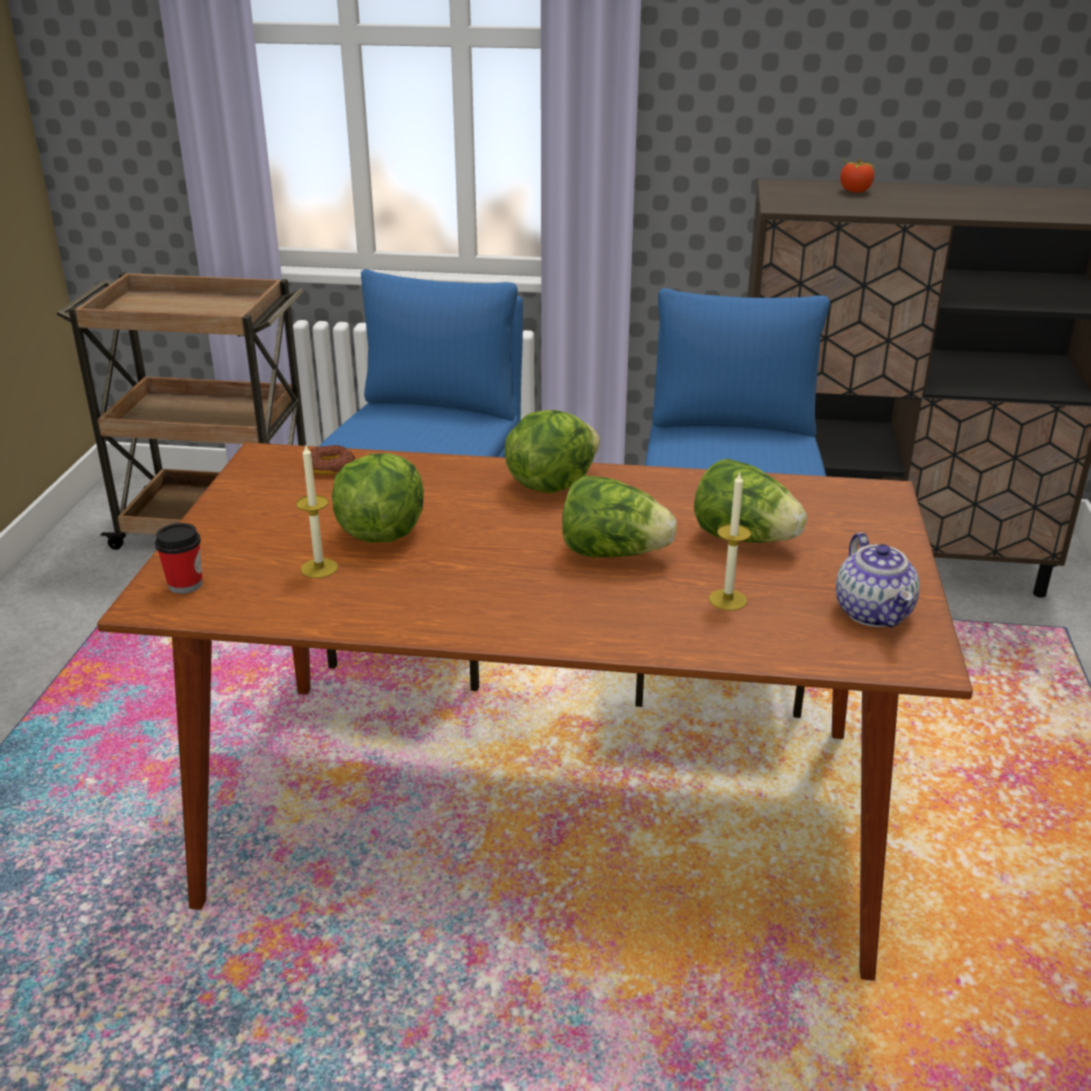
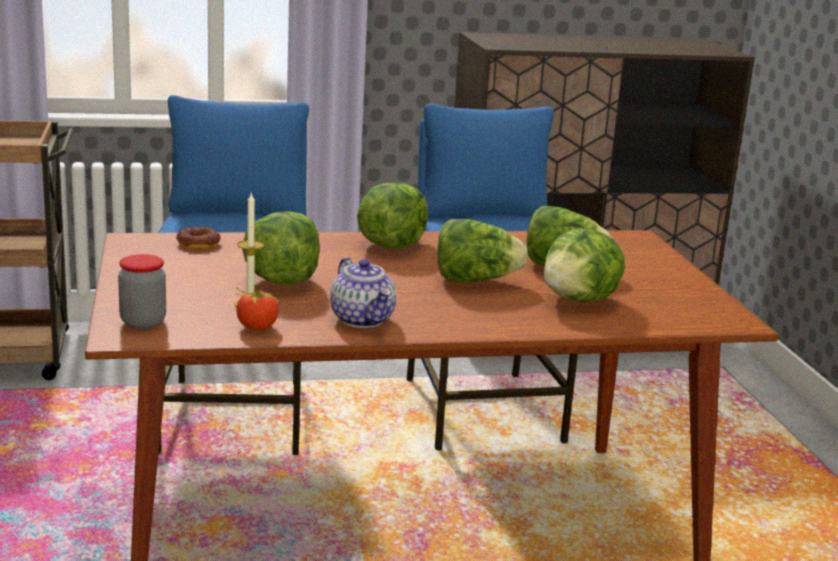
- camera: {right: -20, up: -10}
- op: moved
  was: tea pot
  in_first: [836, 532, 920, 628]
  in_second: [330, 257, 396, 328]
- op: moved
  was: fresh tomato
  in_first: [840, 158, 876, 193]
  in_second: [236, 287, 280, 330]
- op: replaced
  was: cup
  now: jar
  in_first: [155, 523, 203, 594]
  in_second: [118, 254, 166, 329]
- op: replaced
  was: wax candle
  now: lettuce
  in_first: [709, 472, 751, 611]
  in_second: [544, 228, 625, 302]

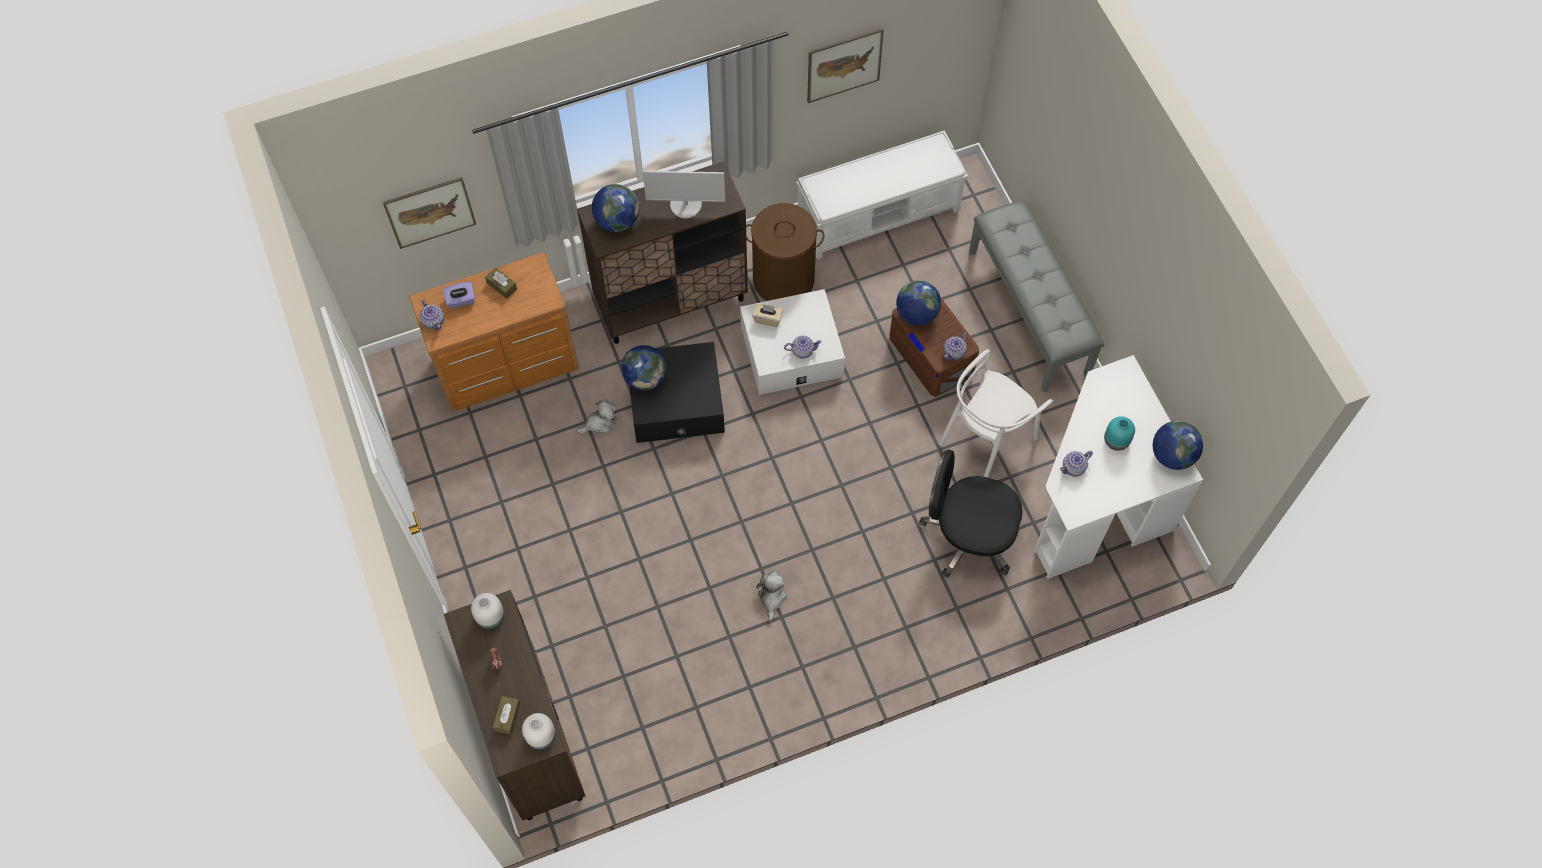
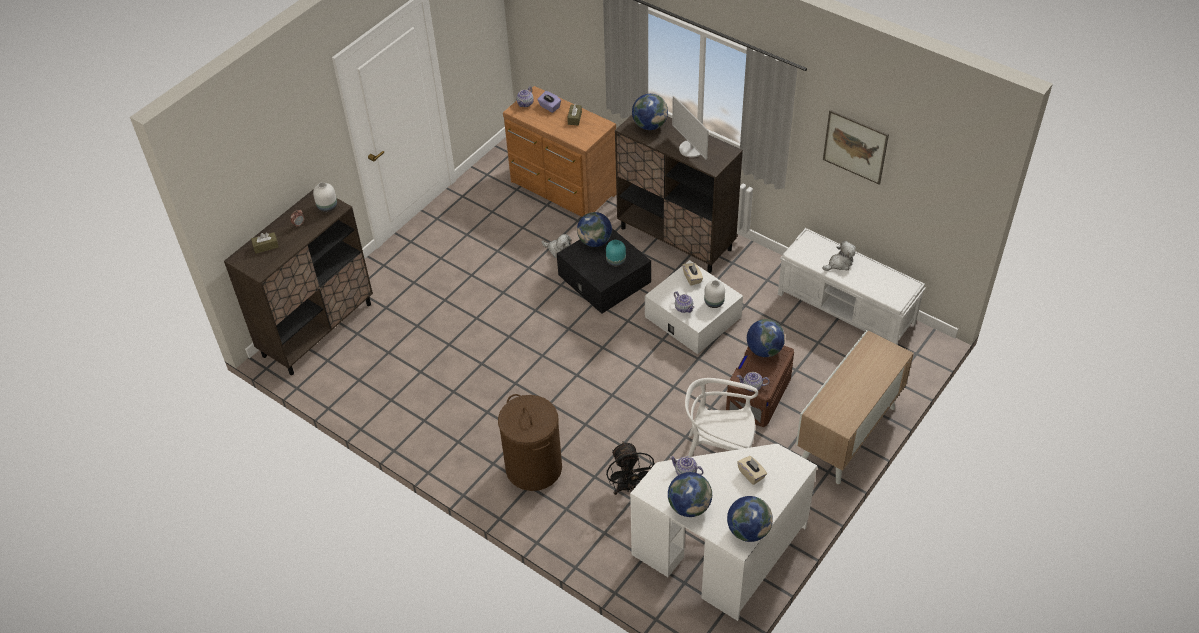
- camera: {right: 60, up: -15}
- op: removed
  was: wall art
  in_first: [383, 177, 476, 249]
- op: added
  now: globe
  in_second: [668, 472, 712, 517]
- op: added
  now: beige-coloured tissue box
  in_second: [737, 456, 767, 485]
- op: moved
  was: white flower vase
  in_first: [522, 713, 555, 749]
  in_second: [704, 280, 725, 308]
- op: moved
  was: brown-coloured laundry basket
  in_first: [746, 203, 825, 301]
  in_second: [498, 394, 562, 491]
- op: moved
  was: plush toy
  in_first: [756, 572, 787, 622]
  in_second: [822, 241, 856, 271]
- op: moved
  was: turquoise flower vase
  in_first: [1104, 416, 1135, 451]
  in_second: [606, 240, 626, 267]
- op: replaced
  was: blackish office chair
  now: blackish cooling fan
  in_first: [919, 450, 1023, 578]
  in_second: [606, 441, 655, 495]
- op: replaced
  was: greyish indoor bench
  now: cabinet
  in_first: [969, 201, 1104, 392]
  in_second: [796, 330, 914, 484]

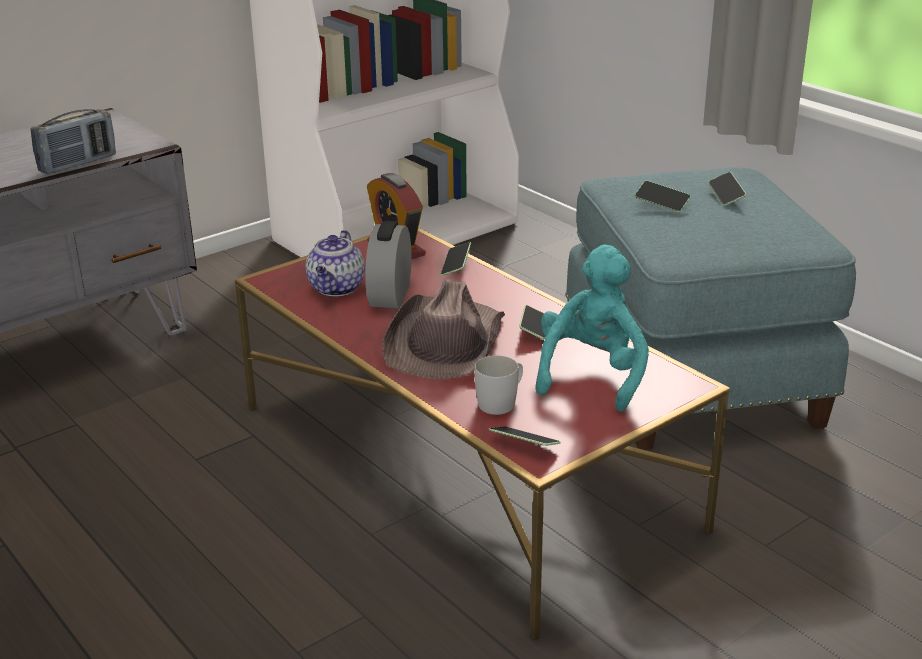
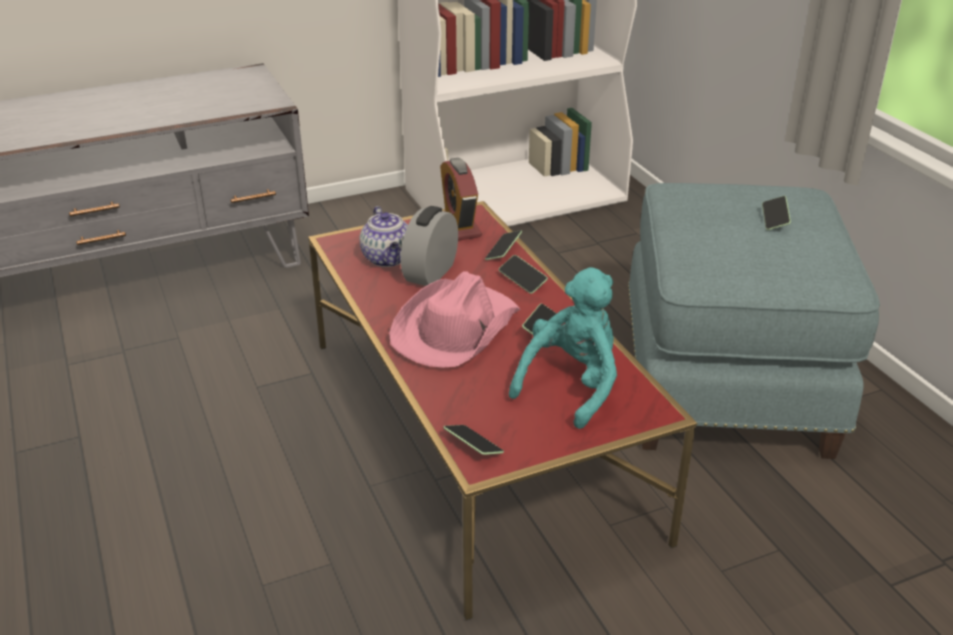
- camera: {right: 15, up: 5}
- op: removed
  was: radio receiver
  in_first: [31, 109, 116, 174]
- op: removed
  was: white tea mug
  in_first: [475, 355, 523, 415]
- op: moved
  was: handset
  in_first: [634, 181, 691, 212]
  in_second: [499, 255, 548, 294]
- op: recoloured
  was: brown-coloured wearable hat
  now: pinkish wearable hat
  in_first: [382, 279, 505, 379]
  in_second: [389, 272, 521, 368]
- op: turned
  was: tea pot
  in_first: [306, 230, 365, 296]
  in_second: [360, 206, 408, 267]
  clockwise: -45

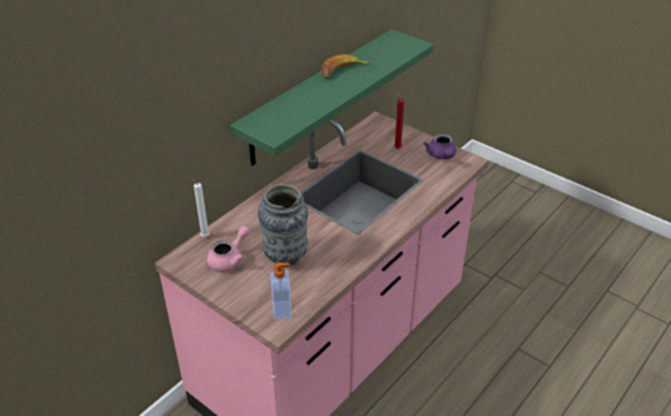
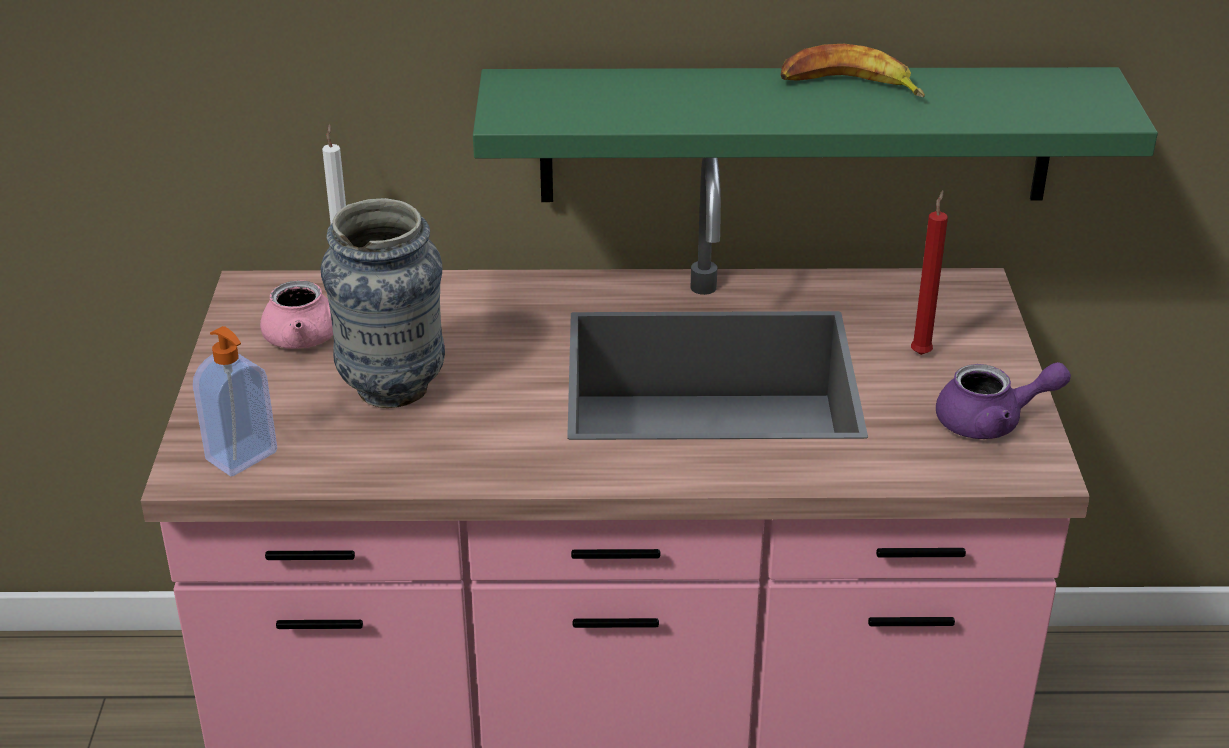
- camera: {right: 50, up: -5}
- op: turned
  was: purple tea pot
  in_first: [423, 134, 456, 159]
  in_second: [936, 362, 1071, 439]
  clockwise: -135

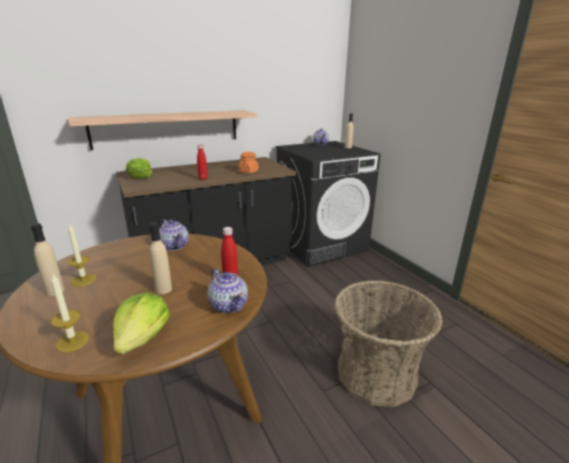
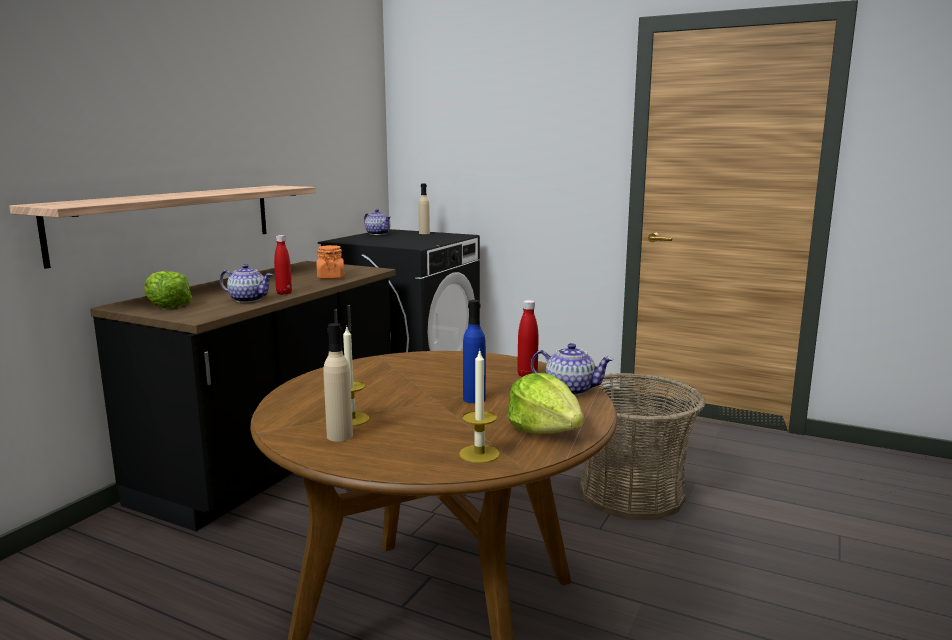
- camera: {right: -35, up: -10}
- op: moved
  was: tea pot
  in_first: [159, 219, 189, 251]
  in_second: [220, 264, 273, 303]
- op: recoloured
  was: beige-coloured drink bottle
  now: blue-coloured drink bottle
  in_first: [149, 222, 172, 294]
  in_second: [463, 300, 486, 403]

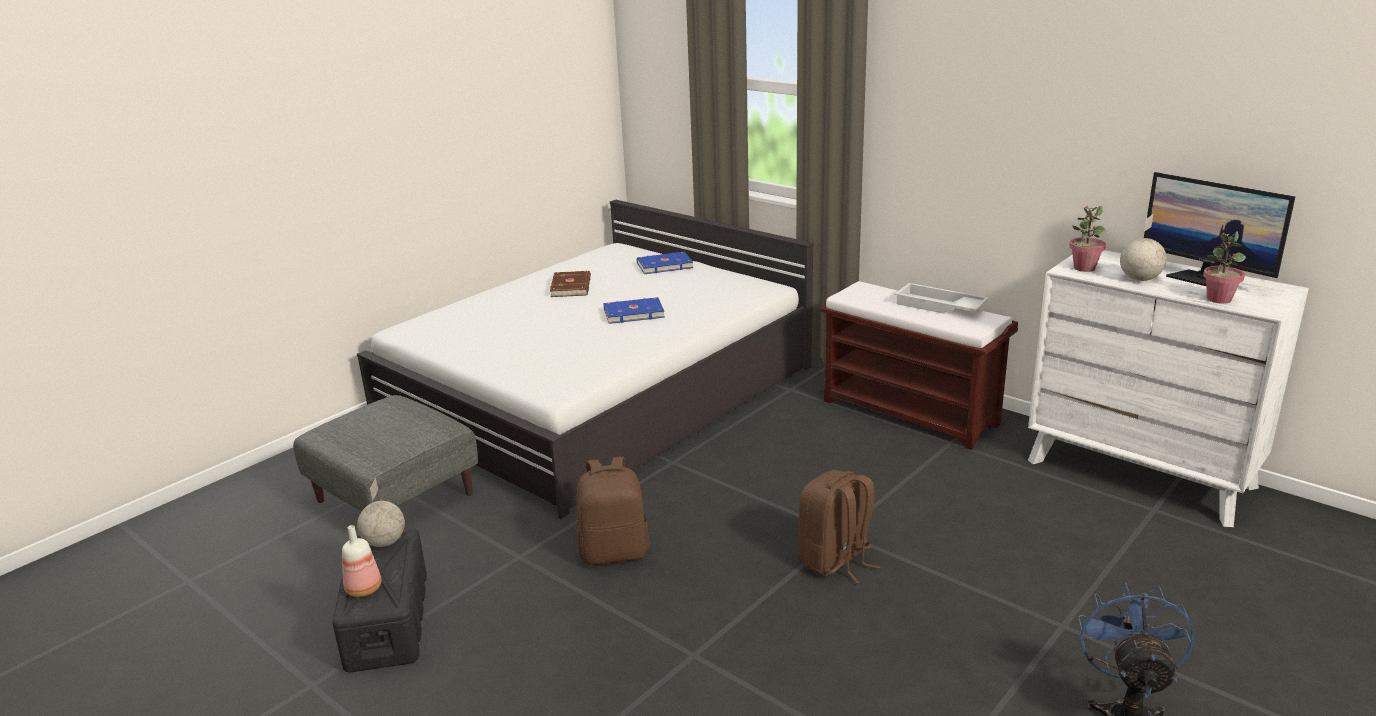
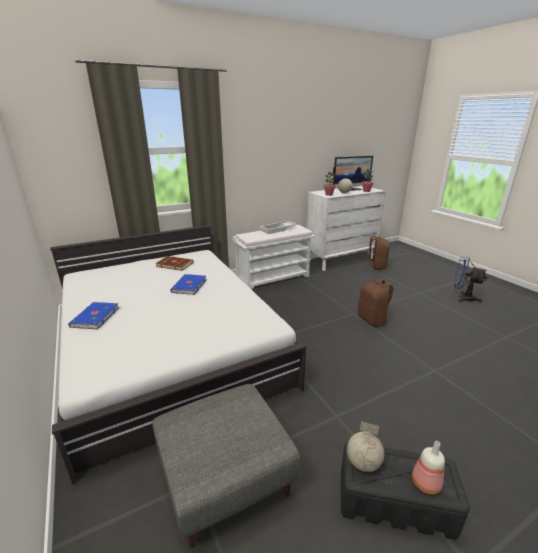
- camera: {right: -70, up: 0}
- op: moved
  was: brown-coloured volume
  in_first: [550, 271, 591, 297]
  in_second: [156, 256, 194, 271]
- op: moved
  was: brown-coloured knapsack
  in_first: [577, 457, 650, 565]
  in_second: [364, 236, 390, 270]
- op: moved
  was: blue-coloured volume
  in_first: [637, 252, 693, 274]
  in_second: [68, 302, 119, 329]
- op: recoloured
  was: brown-coloured indoor bench
  now: white indoor bench
  in_first: [820, 281, 1018, 450]
  in_second: [232, 225, 314, 290]

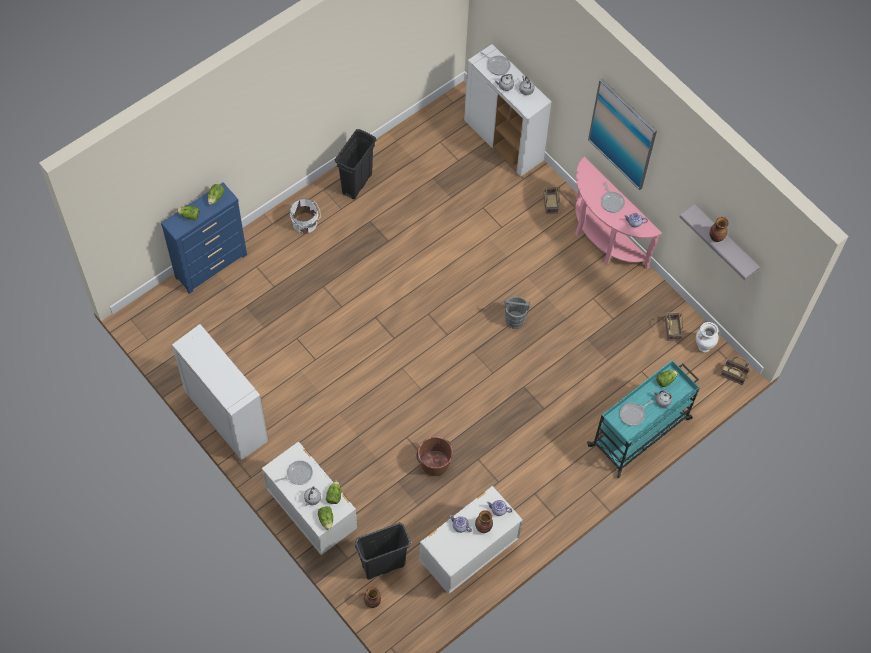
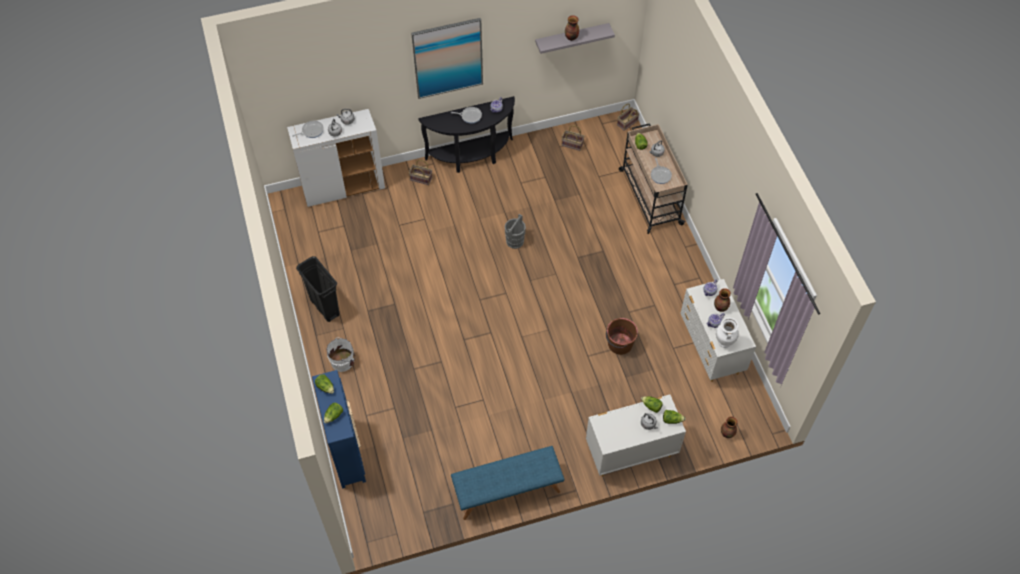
- camera: {right: -65, up: -5}
- op: removed
  was: pan
  in_first: [275, 461, 313, 485]
- op: removed
  was: blackish waste bin
  in_first: [355, 522, 411, 579]
- op: moved
  was: white flower vase
  in_first: [696, 322, 718, 352]
  in_second: [716, 318, 739, 348]
- op: replaced
  was: white cabinet
  now: blue-coloured indoor bench
  in_first: [172, 324, 269, 460]
  in_second: [451, 446, 564, 520]
- op: recoloured
  was: pinkish narrow table
  now: blackish narrow table
  in_first: [575, 157, 662, 270]
  in_second: [418, 96, 515, 173]
- op: recoloured
  was: turquoise wheeled cart
  now: beige-coloured wheeled cart
  in_first: [587, 360, 699, 478]
  in_second: [619, 123, 688, 234]

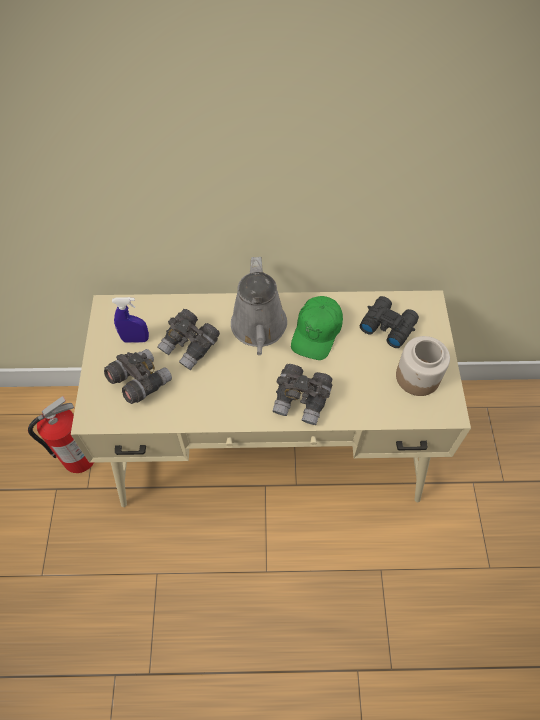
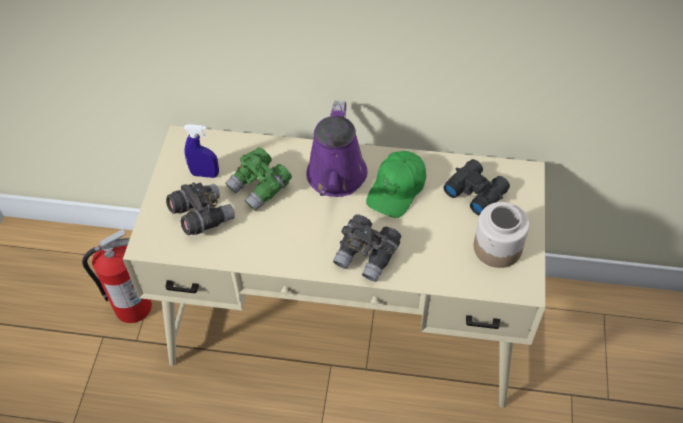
- camera: {right: 10, up: -5}
- op: recoloured
  was: greyish binoculars
  now: green binoculars
  in_first: [157, 309, 220, 370]
  in_second: [225, 147, 292, 211]
- op: recoloured
  was: greyish watering can
  now: purple watering can
  in_first: [231, 257, 287, 355]
  in_second: [306, 101, 368, 197]

